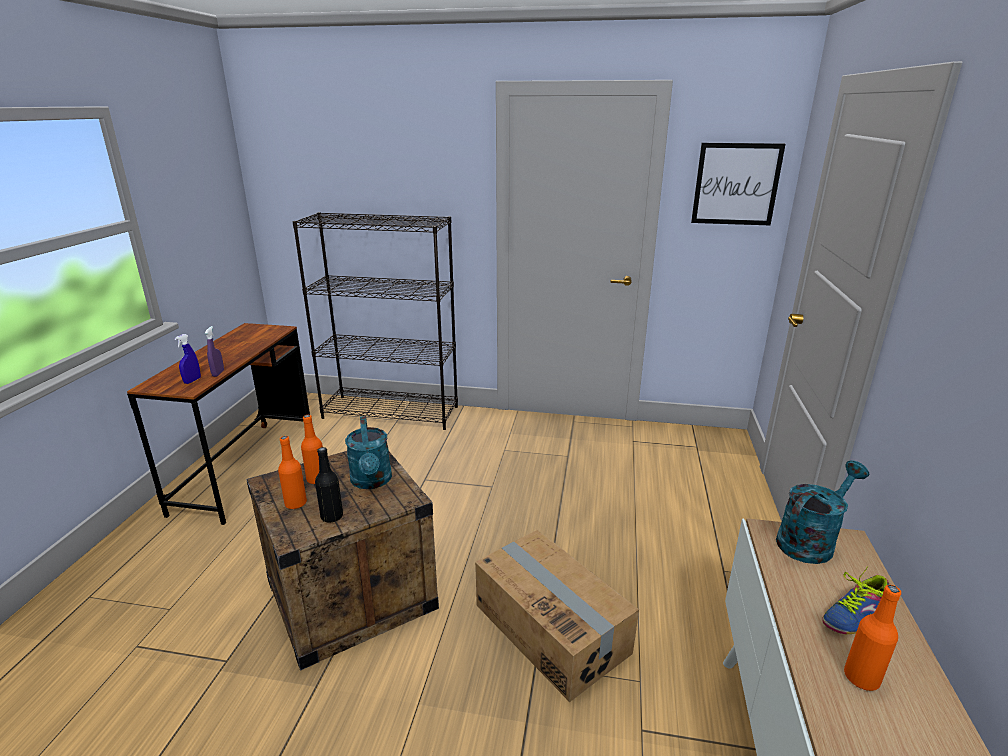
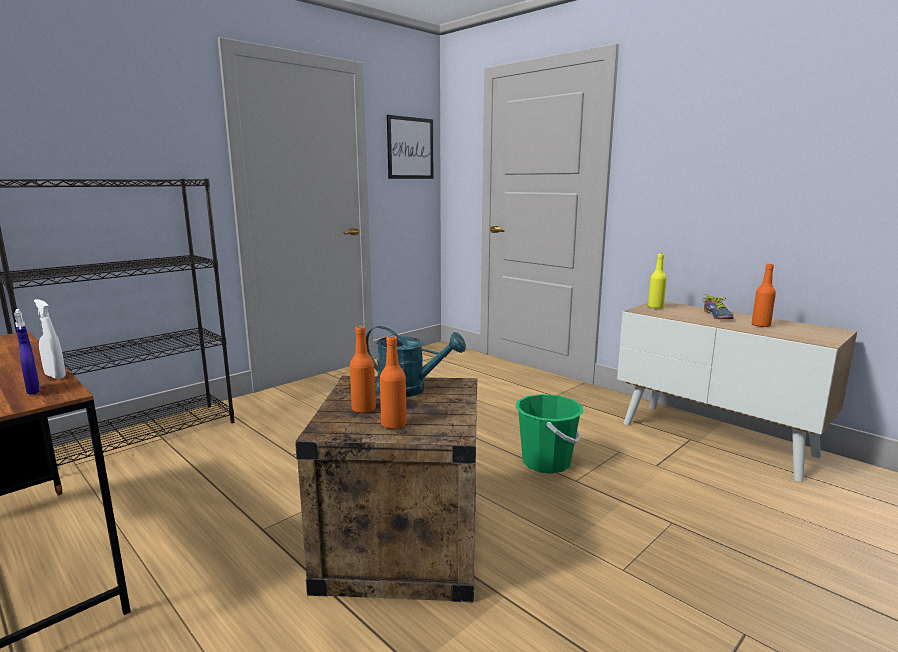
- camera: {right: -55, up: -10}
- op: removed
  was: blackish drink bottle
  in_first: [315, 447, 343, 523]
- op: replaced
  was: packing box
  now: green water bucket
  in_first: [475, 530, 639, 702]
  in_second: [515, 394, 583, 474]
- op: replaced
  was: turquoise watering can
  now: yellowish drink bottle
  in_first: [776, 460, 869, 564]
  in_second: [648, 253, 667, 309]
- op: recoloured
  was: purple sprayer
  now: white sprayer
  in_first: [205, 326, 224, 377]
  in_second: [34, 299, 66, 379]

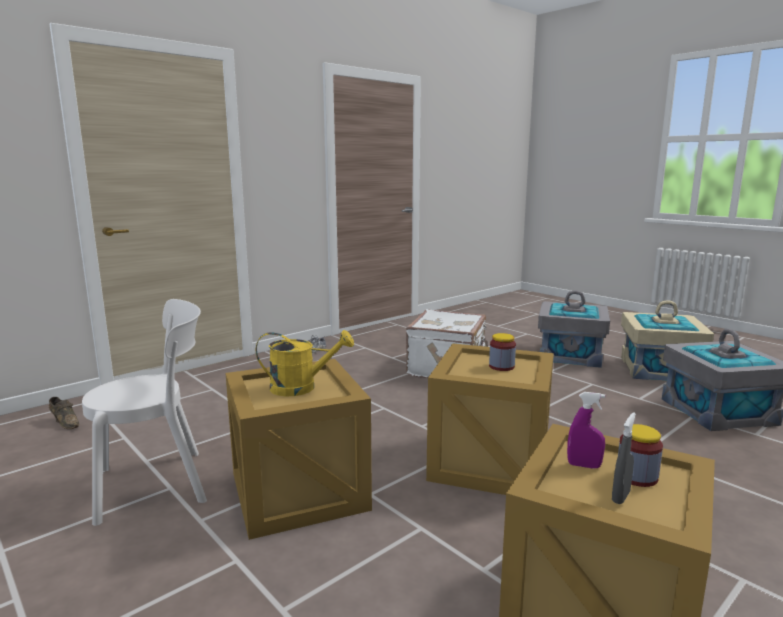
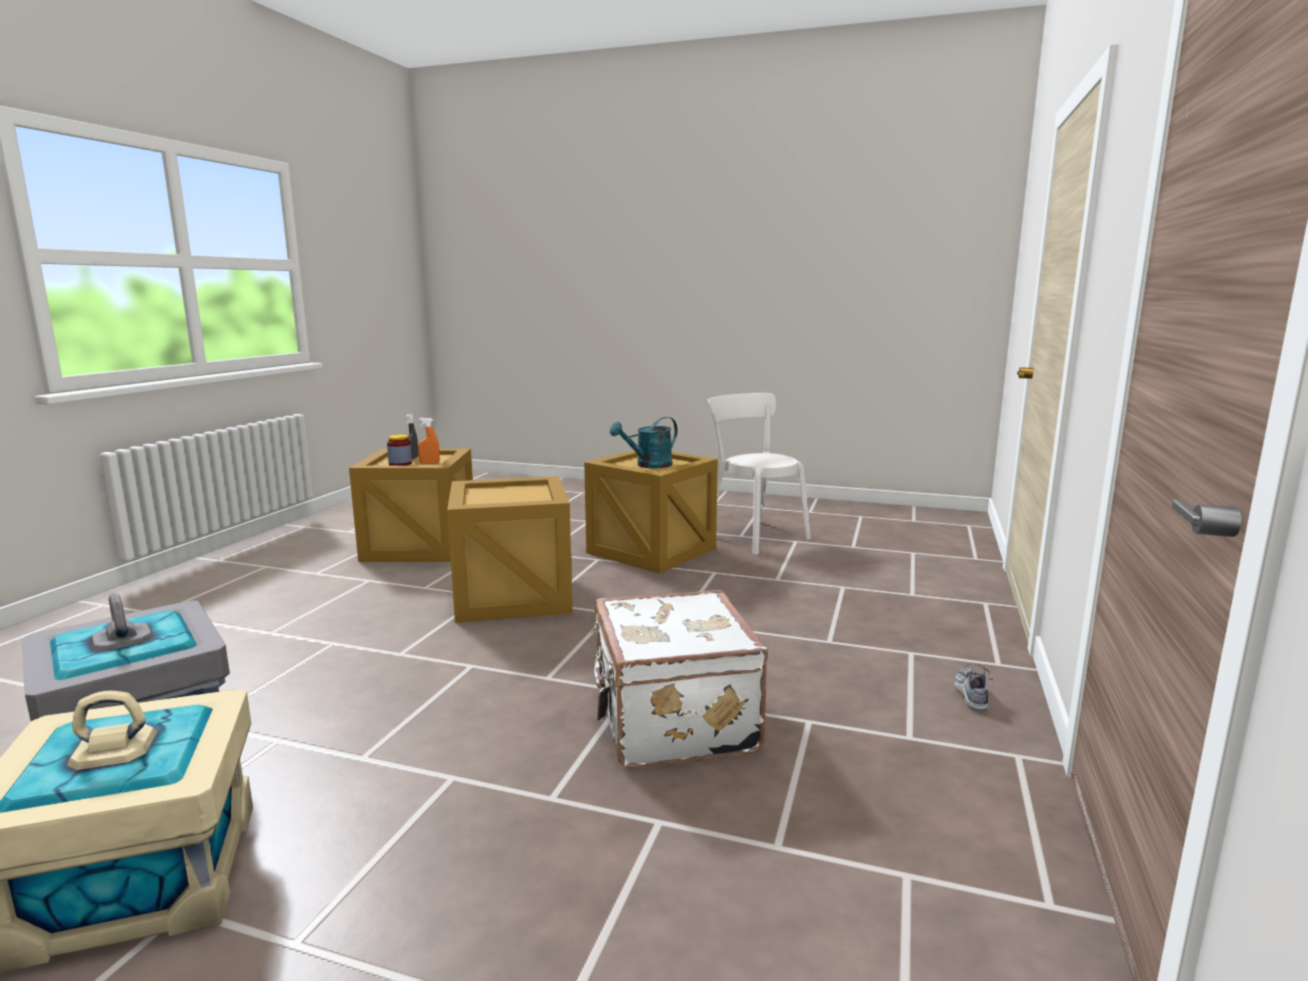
- camera: {right: 150, up: 0}
- op: removed
  was: brown-coloured item of footwear
  in_first: [49, 397, 79, 429]
- op: removed
  was: jar
  in_first: [489, 333, 516, 371]
- op: removed
  was: greyish storage bin
  in_first: [538, 290, 610, 368]
- op: recoloured
  was: yellowish watering can
  now: turquoise watering can
  in_first: [256, 330, 354, 396]
  in_second: [610, 417, 677, 468]
- op: recoloured
  was: purple sprayer
  now: orange-coloured sprayer
  in_first: [567, 392, 605, 469]
  in_second: [418, 418, 440, 464]
- op: turned
  was: white chair
  in_first: [82, 299, 207, 526]
  in_second: [708, 393, 811, 554]
  clockwise: 105

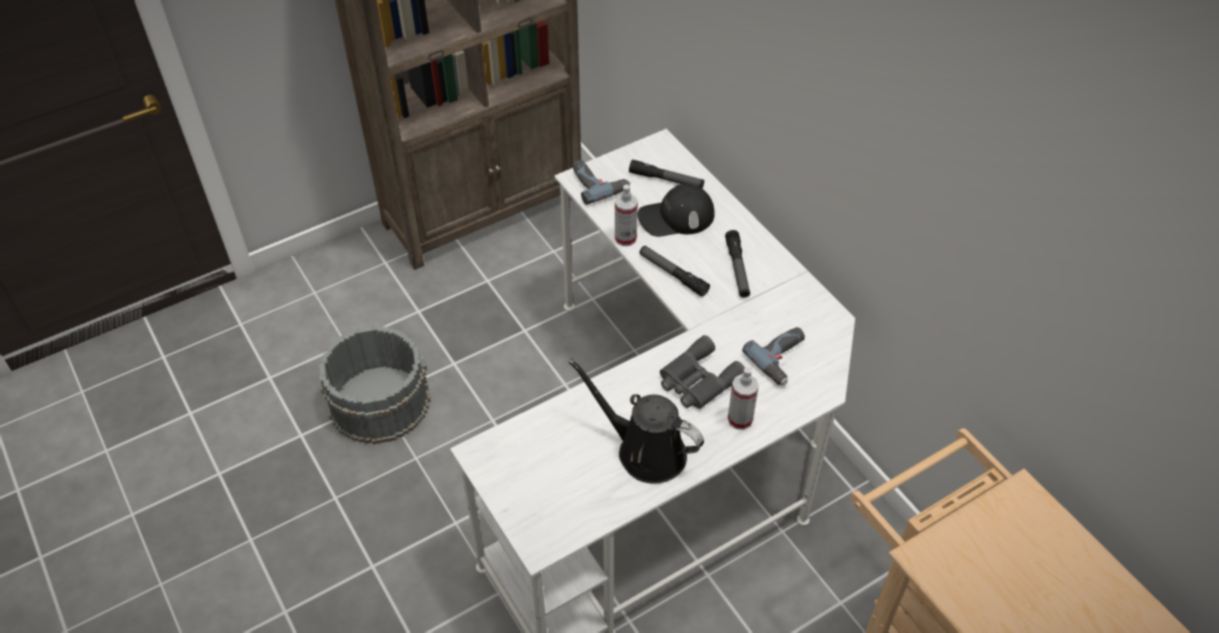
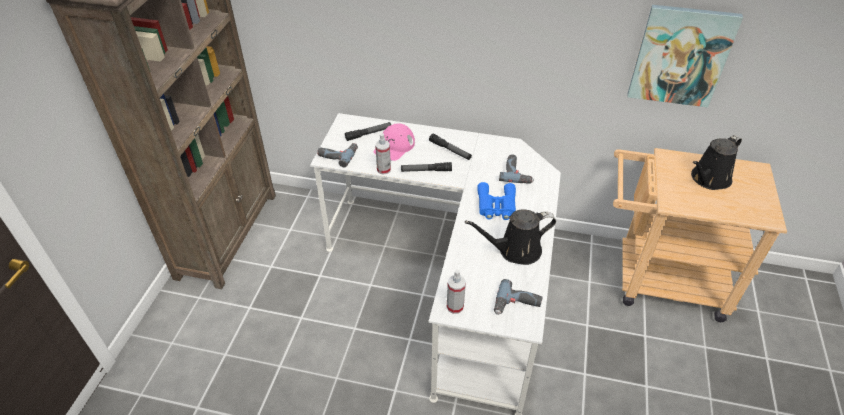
- camera: {right: -45, up: -5}
- op: removed
  was: greyish water bucket
  in_first: [319, 326, 431, 444]
- op: added
  now: power drill
  in_second: [494, 279, 543, 315]
- op: added
  now: wall art
  in_second: [628, 5, 743, 107]
- op: added
  now: blackish watering can
  in_second: [691, 135, 742, 190]
- op: moved
  was: sprayer
  in_first: [728, 367, 759, 430]
  in_second: [447, 270, 466, 314]
- op: recoloured
  was: blackish cap
  now: pinkish cap
  in_first: [637, 184, 715, 237]
  in_second: [374, 124, 415, 161]
- op: recoloured
  was: greyish binoculars
  now: blue-coloured binoculars
  in_first: [660, 335, 745, 409]
  in_second: [477, 182, 516, 220]

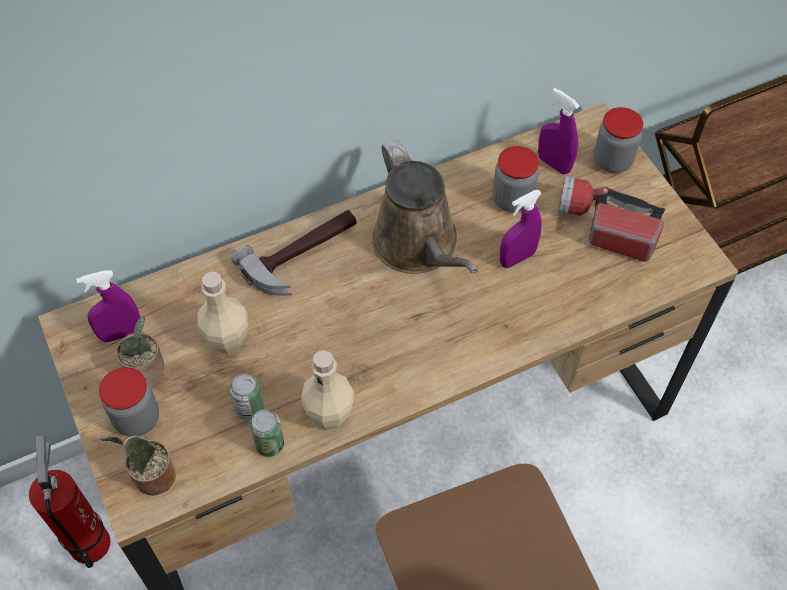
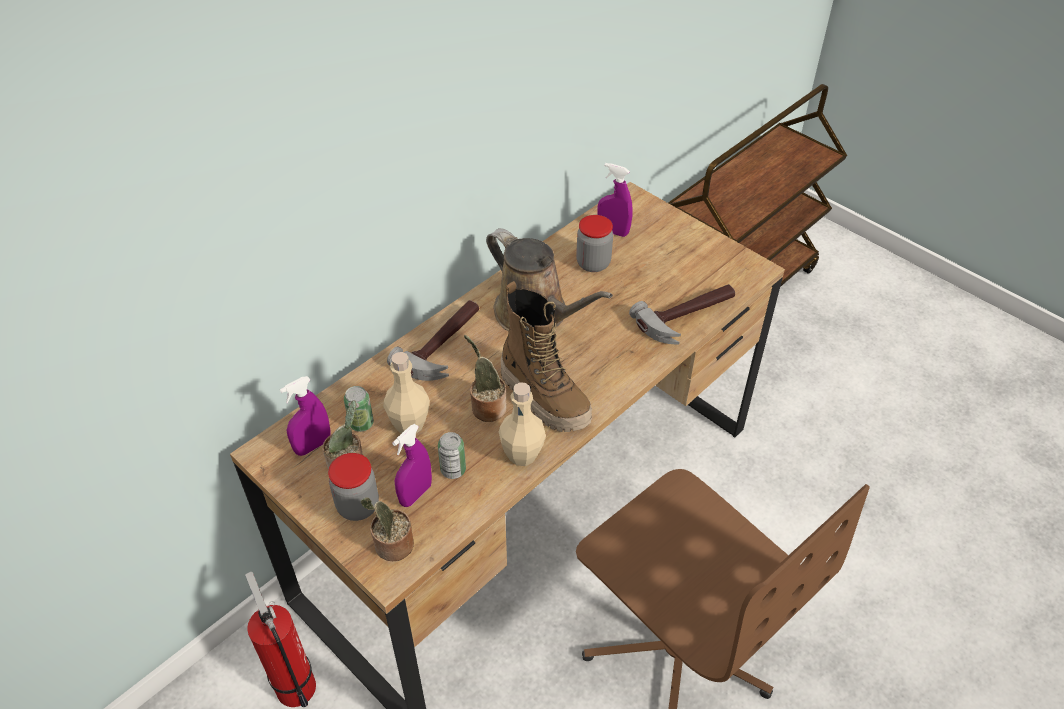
- camera: {right: -20, up: -10}
- op: removed
  was: hand torch
  in_first: [558, 176, 665, 262]
- op: removed
  was: jar
  in_first: [594, 107, 643, 173]
- op: added
  now: houseplant
  in_second: [464, 335, 507, 422]
- op: added
  now: boot
  in_second: [501, 281, 592, 432]
- op: added
  now: hammer
  in_second: [629, 284, 735, 345]
- op: moved
  was: metal can
  in_first: [250, 410, 284, 457]
  in_second: [344, 386, 374, 432]
- op: moved
  was: purple sprayer
  in_first: [500, 190, 542, 268]
  in_second: [392, 424, 432, 507]

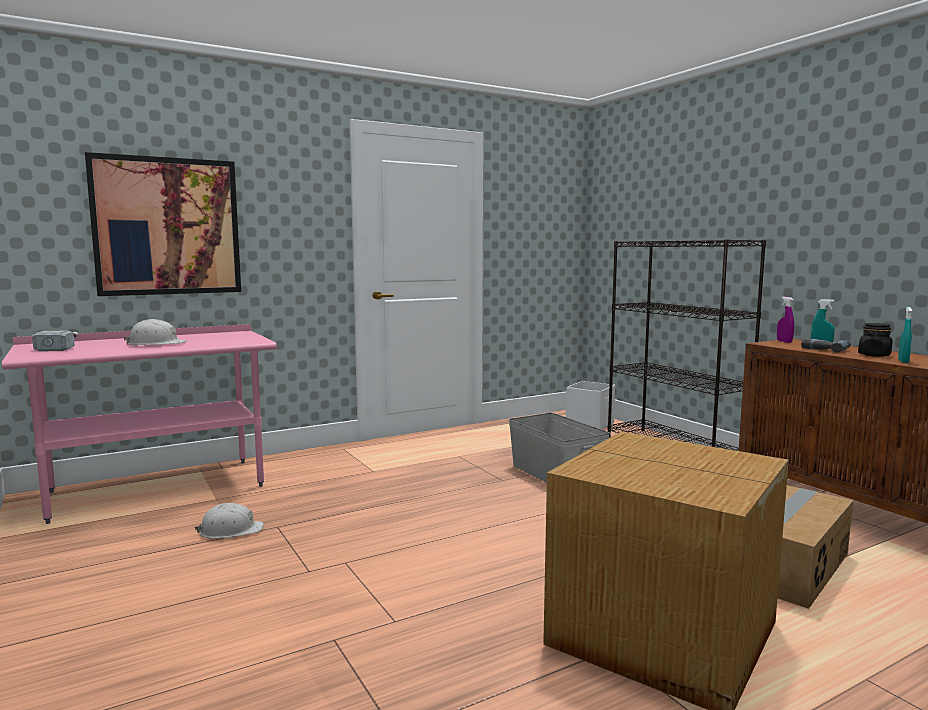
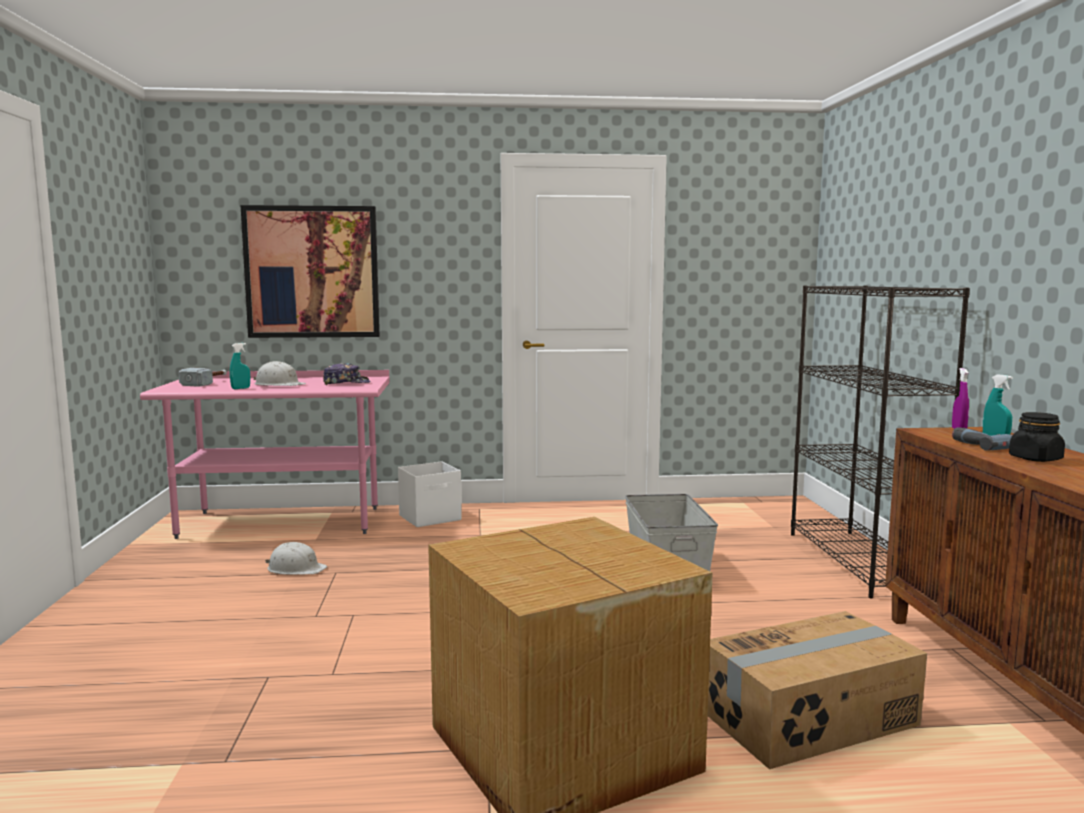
- camera: {right: 25, up: 0}
- op: added
  now: cap
  in_second: [323, 363, 371, 385]
- op: moved
  was: white storage bin
  in_first: [566, 381, 615, 429]
  in_second: [398, 461, 462, 527]
- op: moved
  was: turquoise sprayer
  in_first: [898, 307, 912, 363]
  in_second: [230, 343, 250, 389]

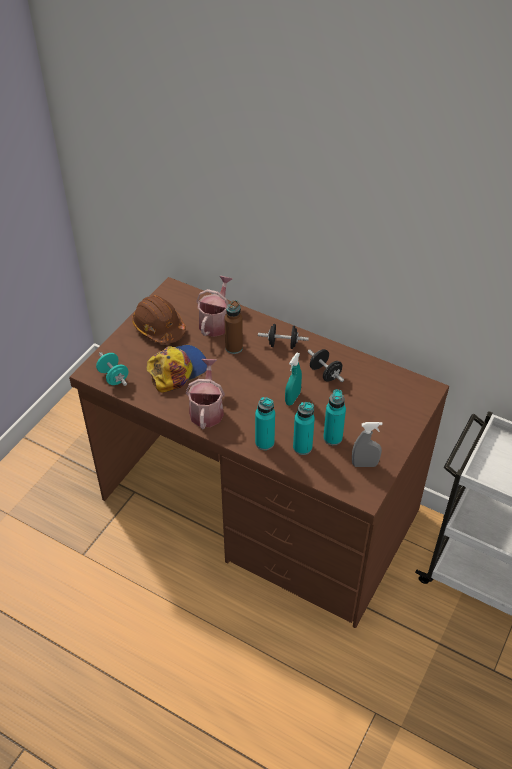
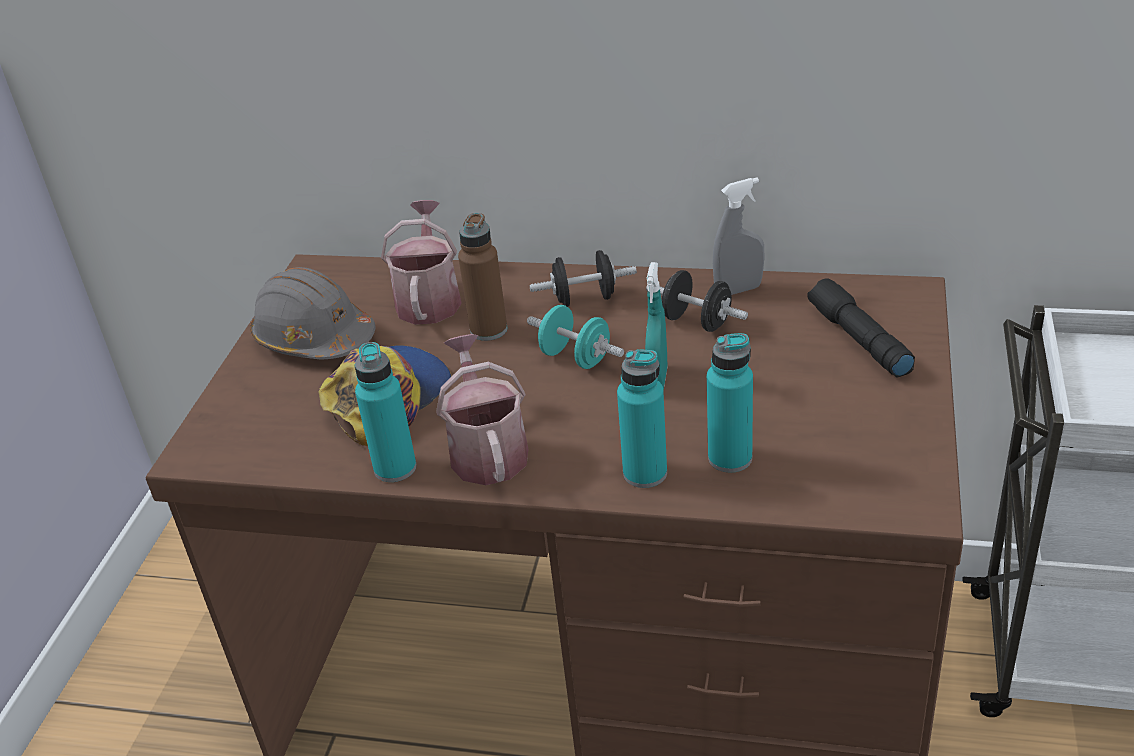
- camera: {right: -15, up: -10}
- op: added
  now: blackish hand torch
  in_second: [807, 278, 915, 377]
- op: moved
  was: turquoise dumbbell
  in_first: [96, 352, 128, 386]
  in_second: [527, 305, 624, 369]
- op: moved
  was: turquoise drink bottle
  in_first: [323, 389, 346, 445]
  in_second: [355, 342, 417, 482]
- op: moved
  was: greyish sprayer
  in_first: [352, 422, 382, 467]
  in_second: [713, 177, 764, 295]
- op: recoloured
  was: brown-coloured work helmet
  now: greyish work helmet
  in_first: [132, 295, 186, 344]
  in_second: [250, 267, 375, 359]

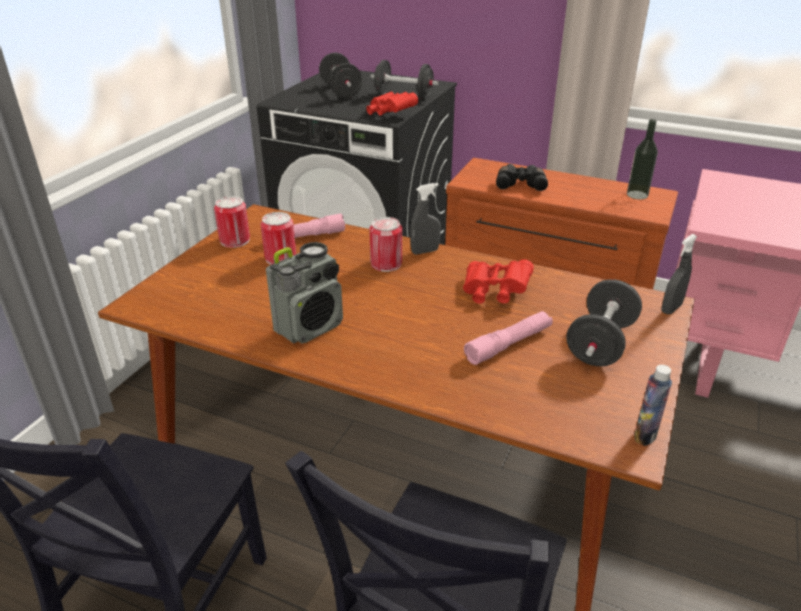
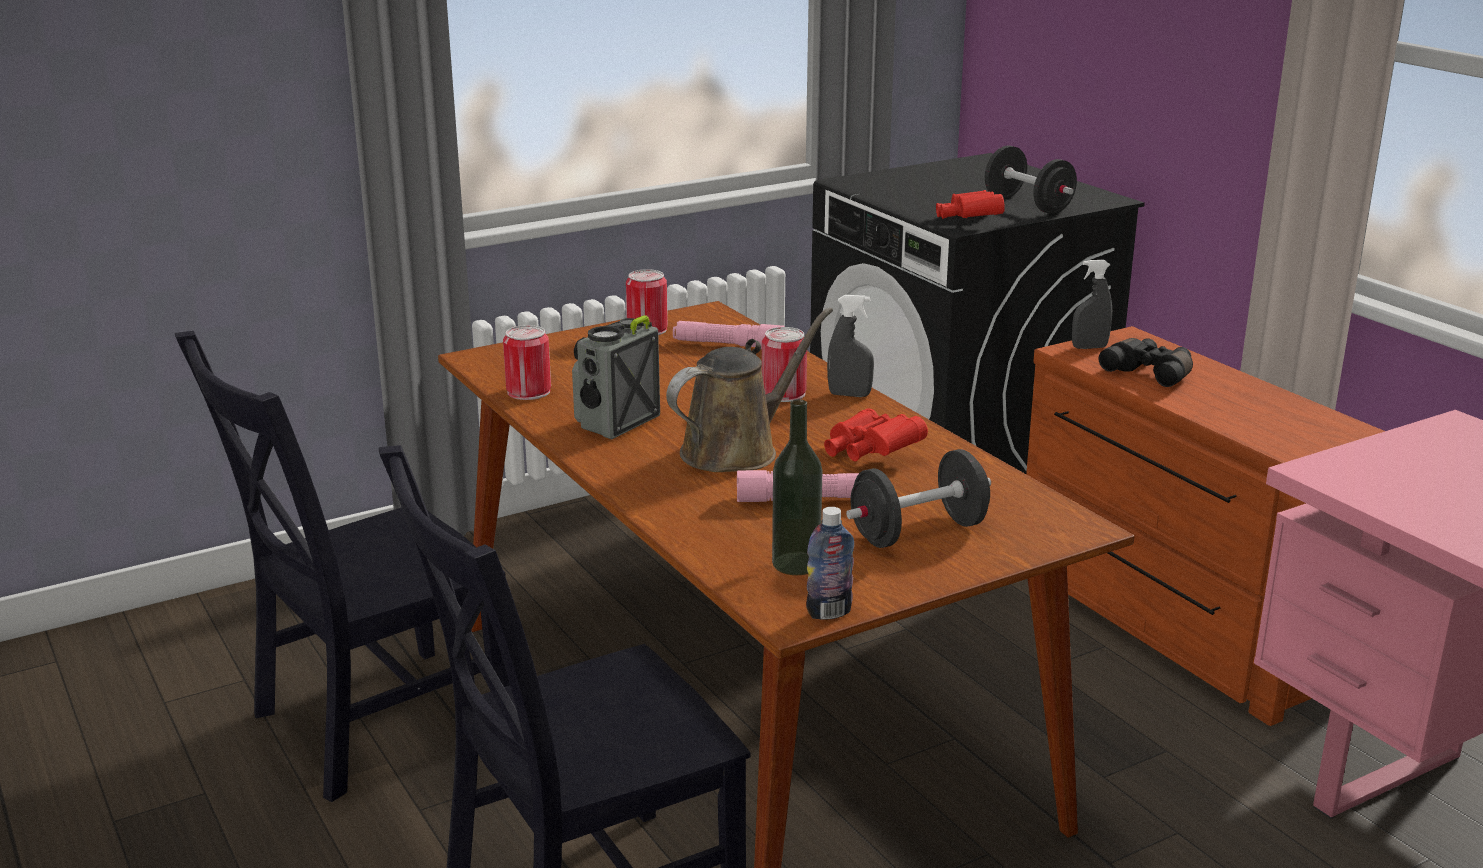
- camera: {right: 35, up: -10}
- op: removed
  was: blackish dumbbell
  in_first: [319, 53, 363, 98]
- op: added
  now: brown-coloured watering can
  in_second: [666, 307, 833, 472]
- op: moved
  was: metal can
  in_first: [260, 212, 296, 265]
  in_second: [503, 325, 551, 400]
- op: moved
  was: drink bottle
  in_first: [627, 119, 658, 200]
  in_second: [772, 399, 822, 575]
- op: moved
  was: greyish sprayer
  in_first: [661, 234, 697, 314]
  in_second: [1072, 260, 1112, 349]
- op: turned
  was: radio receiver
  in_first: [266, 242, 343, 344]
  in_second: [572, 315, 660, 439]
  clockwise: 135

